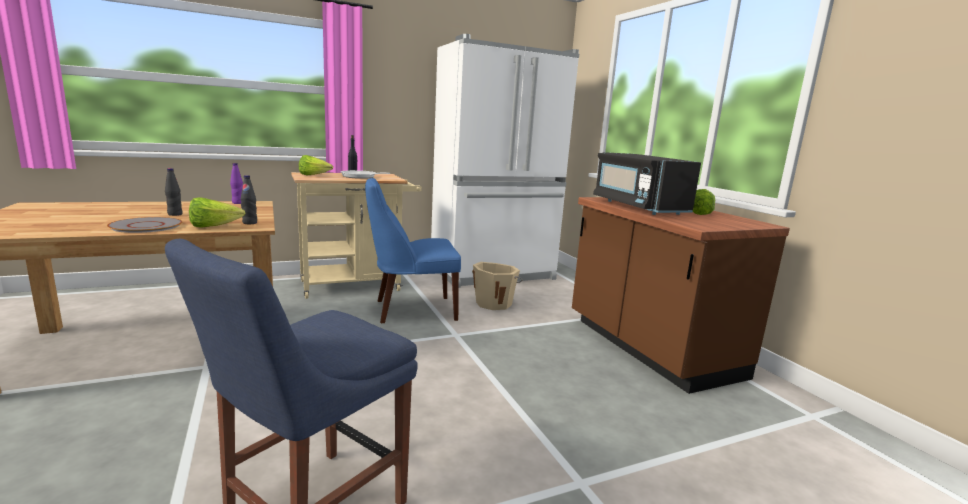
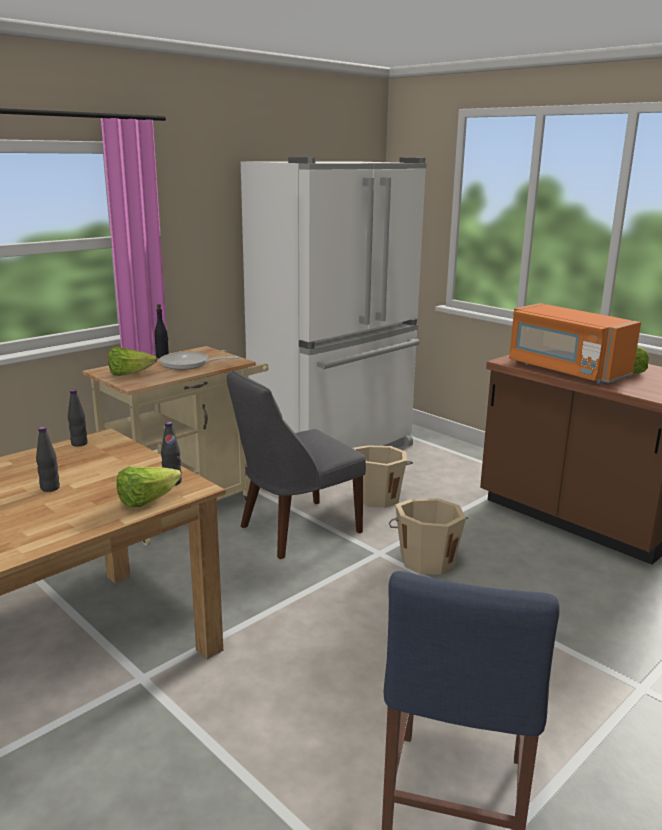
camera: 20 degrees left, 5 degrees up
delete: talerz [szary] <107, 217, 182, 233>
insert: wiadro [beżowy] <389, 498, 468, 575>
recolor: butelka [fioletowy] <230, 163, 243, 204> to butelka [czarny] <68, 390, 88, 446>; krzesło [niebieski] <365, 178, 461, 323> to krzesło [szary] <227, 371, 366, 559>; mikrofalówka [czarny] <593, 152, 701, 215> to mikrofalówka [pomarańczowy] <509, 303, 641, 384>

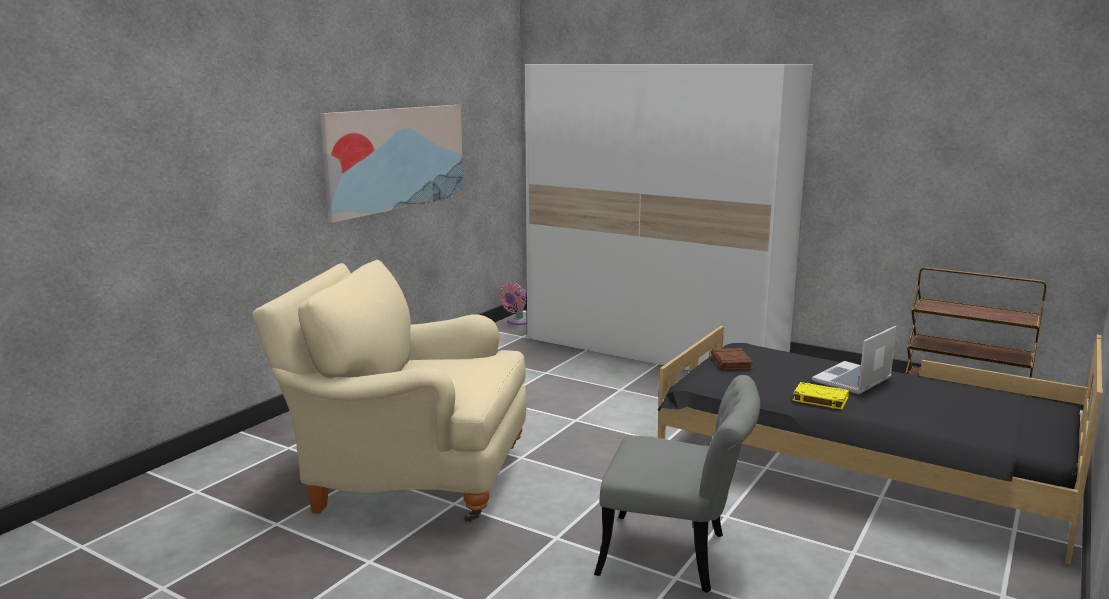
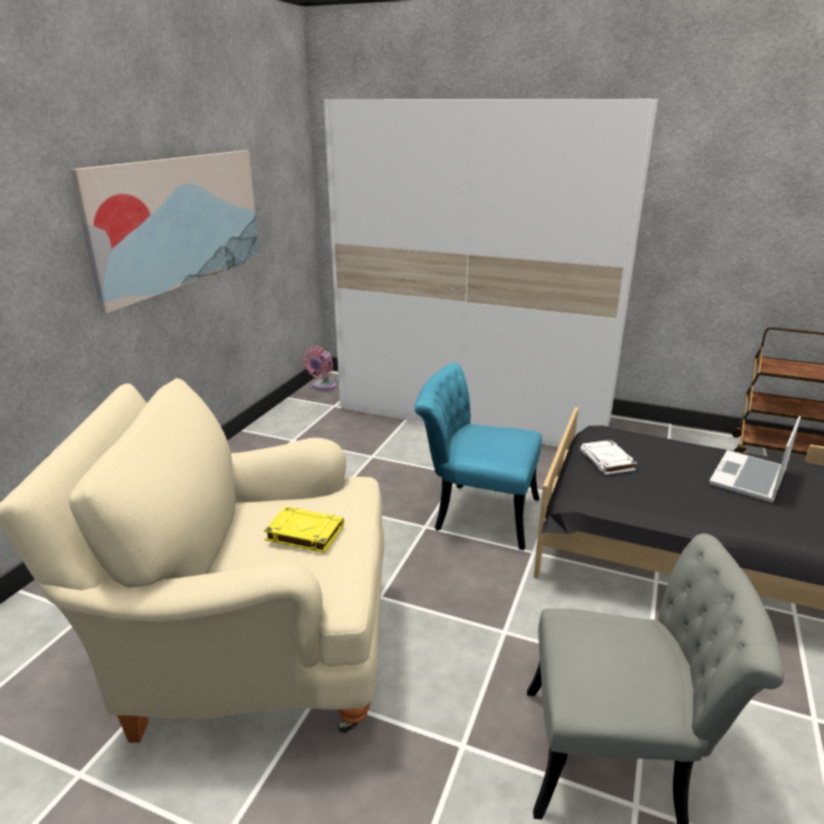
camera: 10 degrees left, 10 degrees up
insert: krzesło [turkusowy] <415, 363, 542, 550>
move: książka [żółty] <792, 382, 849, 409> to <264, 506, 344, 553>
recolor: książka [brązowy] <711, 348, 753, 370> to książka [biały] <580, 440, 637, 475>

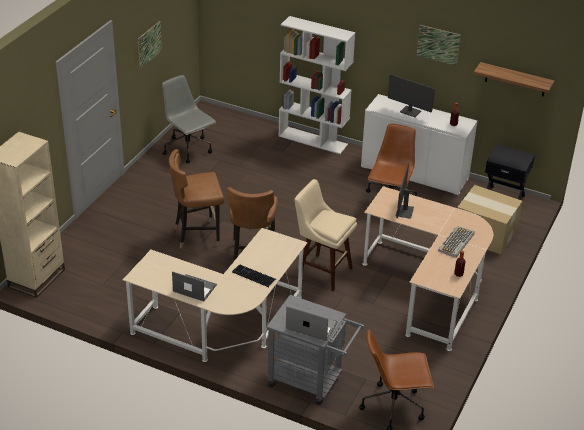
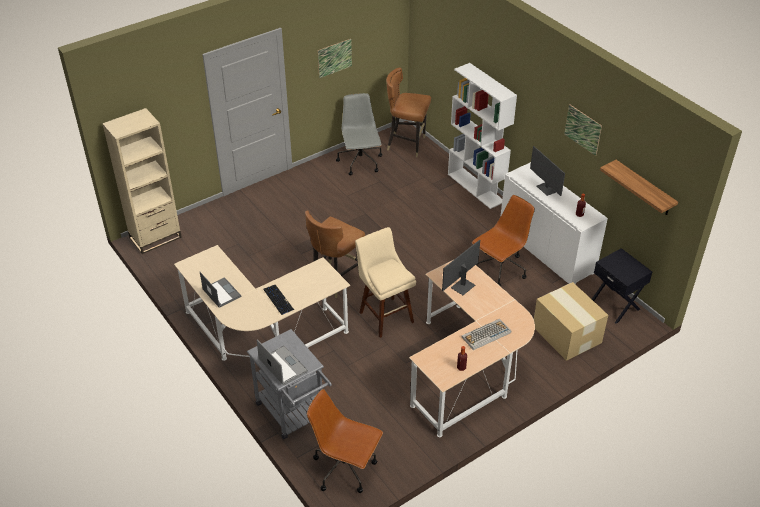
camera: 30 degrees right, 5 degrees up
move: krzesło [brązowy] <169, 149, 224, 248> to <386, 68, 431, 157>

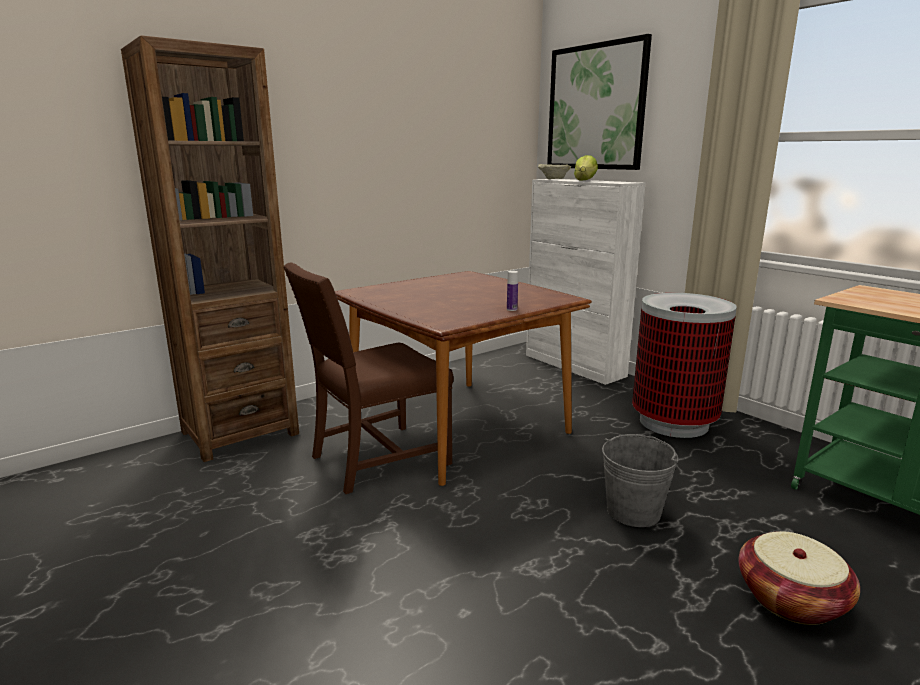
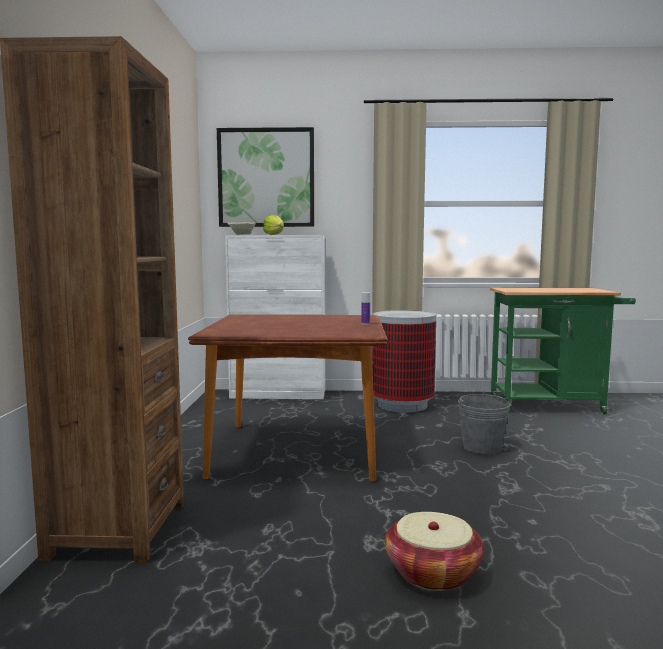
camera: 50 degrees left, 10 degrees down
delete: krzesło [brązowy] <283, 262, 453, 494>
move: koszyk <738, 531, 860, 625> to <385, 512, 484, 591>

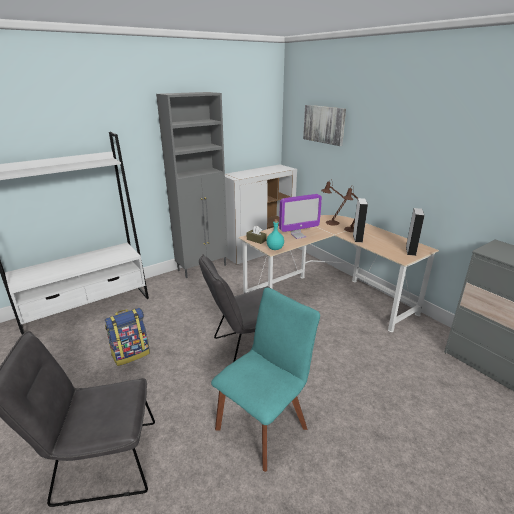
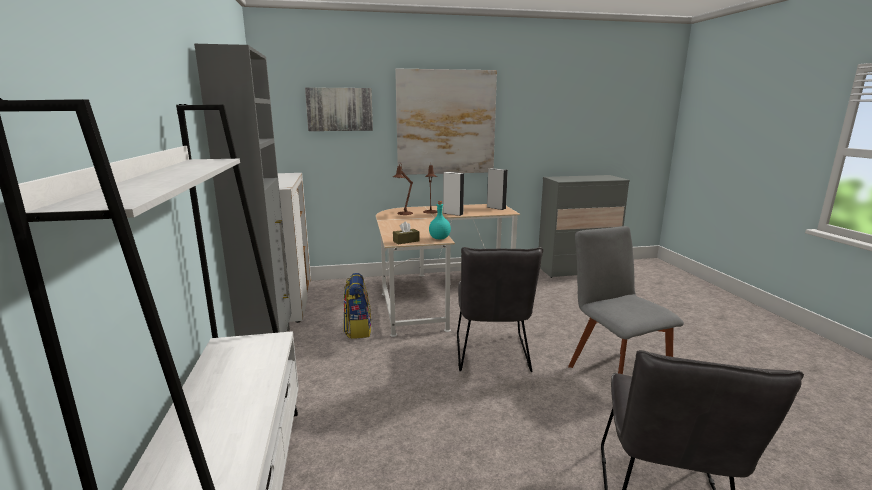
camera: 65 degrees left, 10 degrees down
delete: monitor <279, 194, 322, 239>
insert: obraz <395, 69, 497, 175>
move: plecak <105, 308, 150, 366> to <343, 273, 371, 339>
recolor: krzesło [turkusowy] <211, 288, 320, 472> to krzesło [szary] <568, 226, 684, 374>

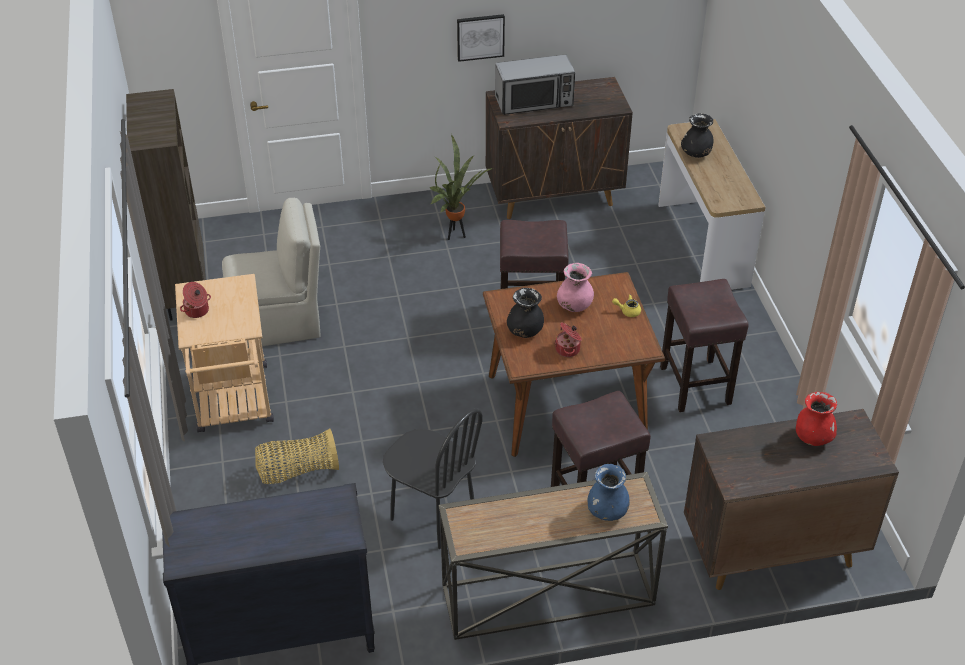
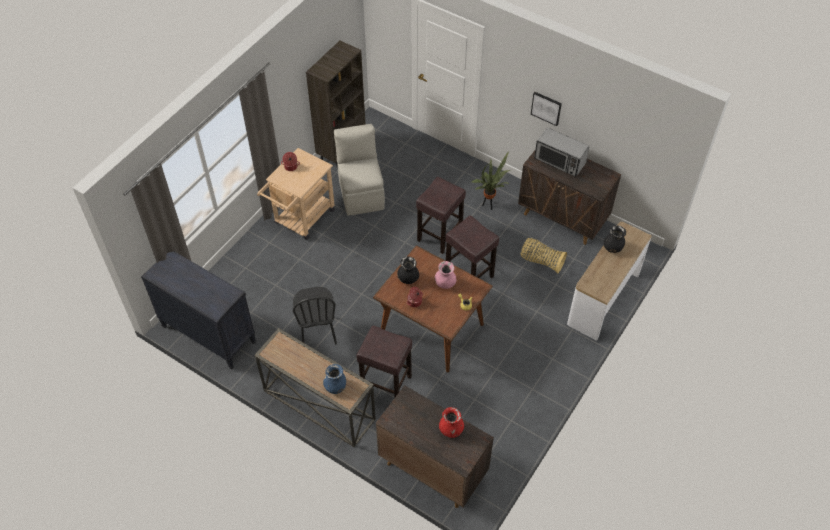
camera: 45 degrees right, 10 degrees up
move: stołek [brązowy] <660, 279, 749, 412> to <416, 177, 466, 254>; koszyk <255, 429, 339, 484> to <520, 238, 567, 273>
rotate: krzesło [beżowy] <222, 198, 321, 348> = <334, 124, 385, 216> 135 degrees counterclockwise

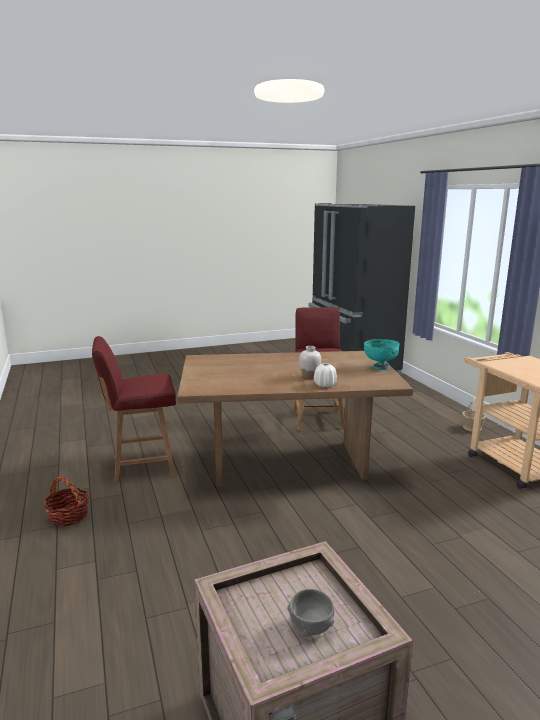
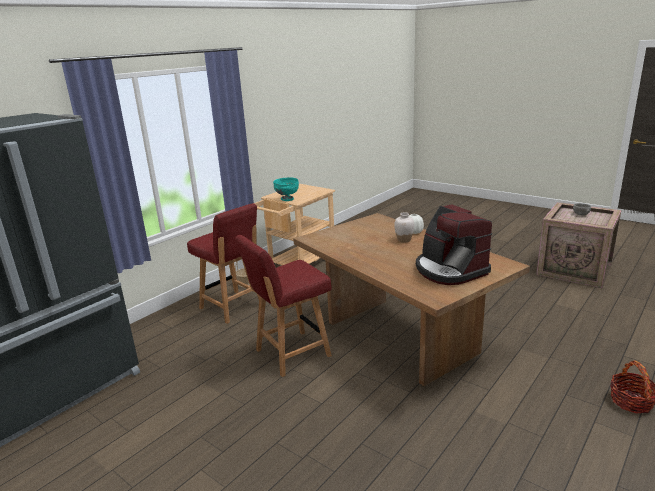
camera: 120 degrees left, 5 degrees up
insert: ekspres do kawy <416, 204, 492, 285>
move: krzesło [czerwony] <92, 336, 176, 483> to <187, 203, 259, 324>; miska [turkusowy] <364, 339, 400, 370> to <273, 177, 299, 201>

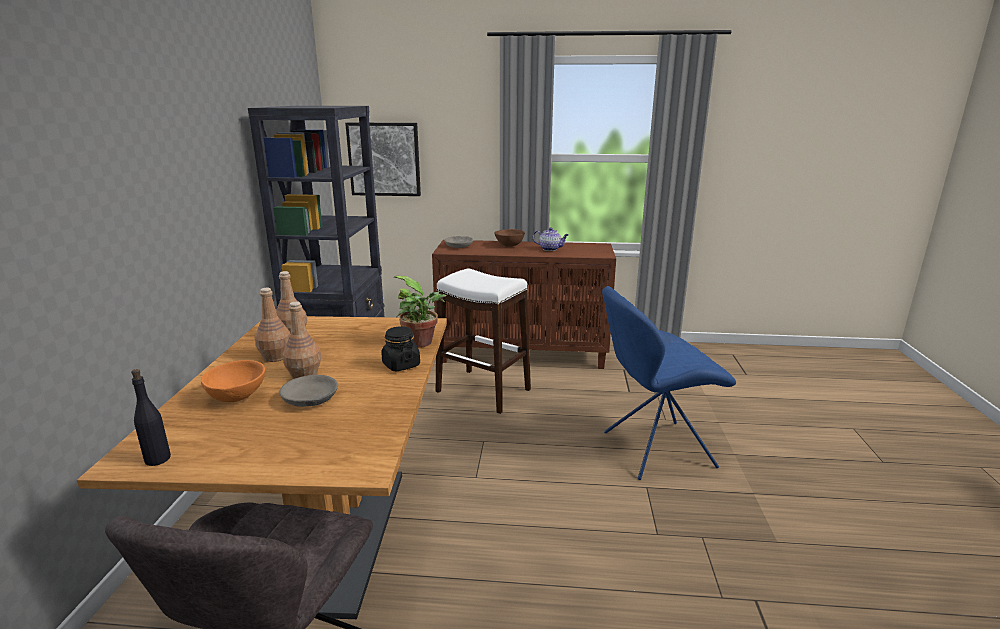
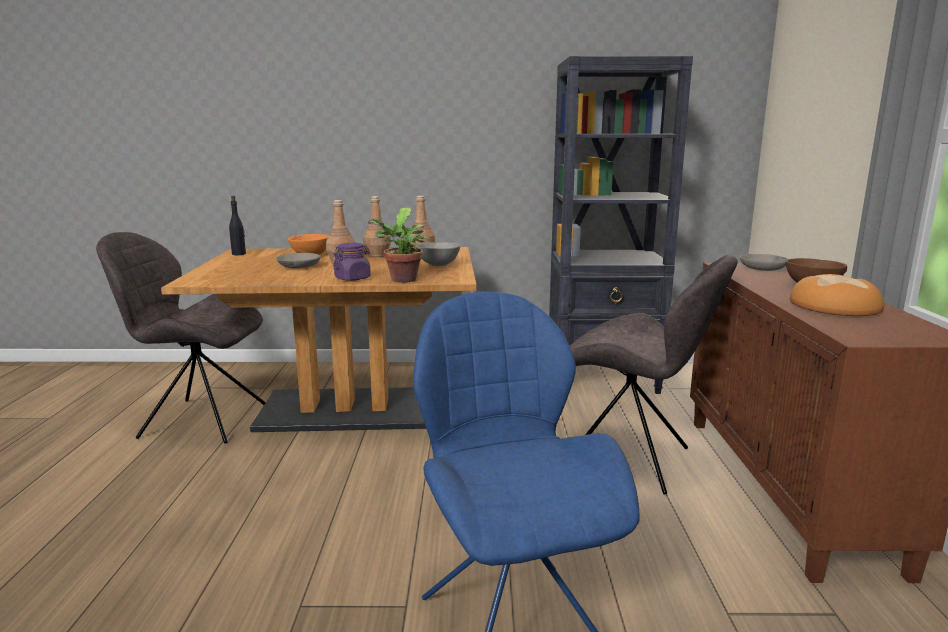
camera: 85 degrees right, 5 degrees down
delete: obraz <345, 123, 421, 196>
insert: miska [szary] <416, 242, 460, 266>
replace: stołek [biały] <436, 269, 531, 414> to krzesło [szary] <570, 255, 738, 495>; imbryk <532, 227, 569, 251> to chleb <790, 274, 884, 316>
recolor: słoik [czarny] <381, 326, 420, 371> to słoik [fioletowy] <333, 243, 371, 281>

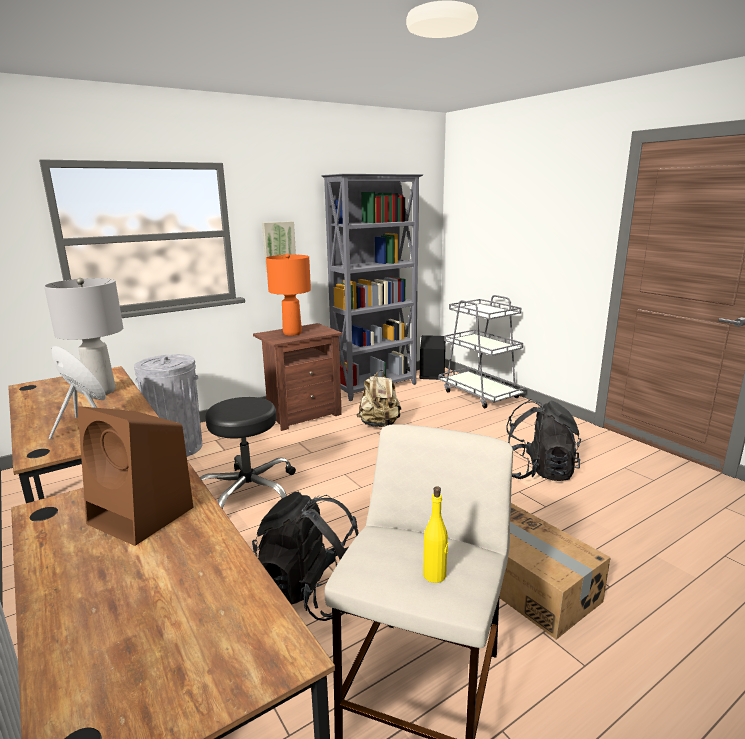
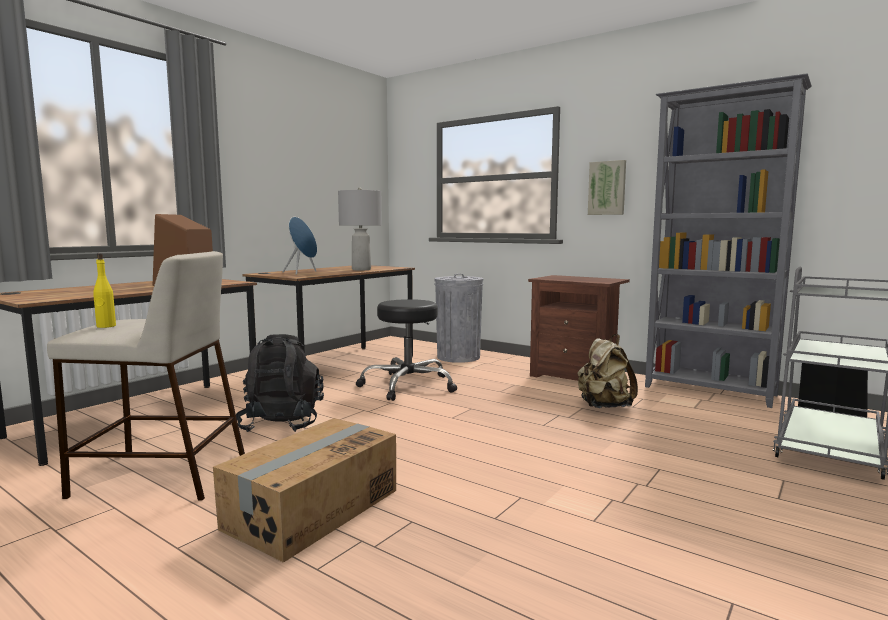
camera: 70 degrees right, 10 degrees down
delete: lampa stołowa [pomarańczowy] <266, 254, 311, 336>; plecak [czarny] <506, 399, 581, 481>

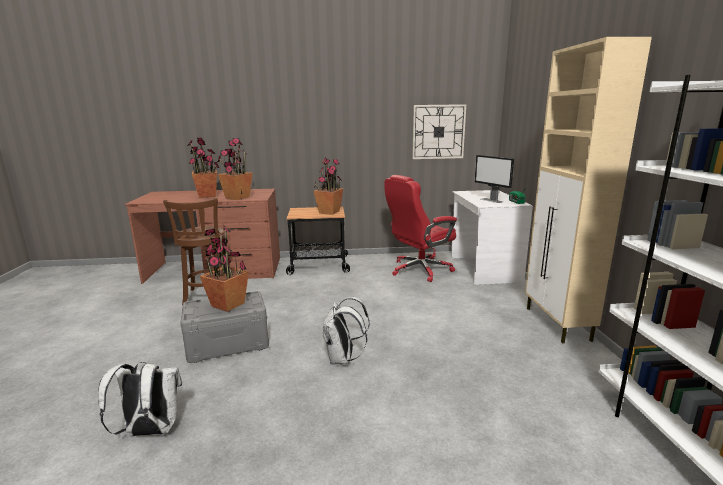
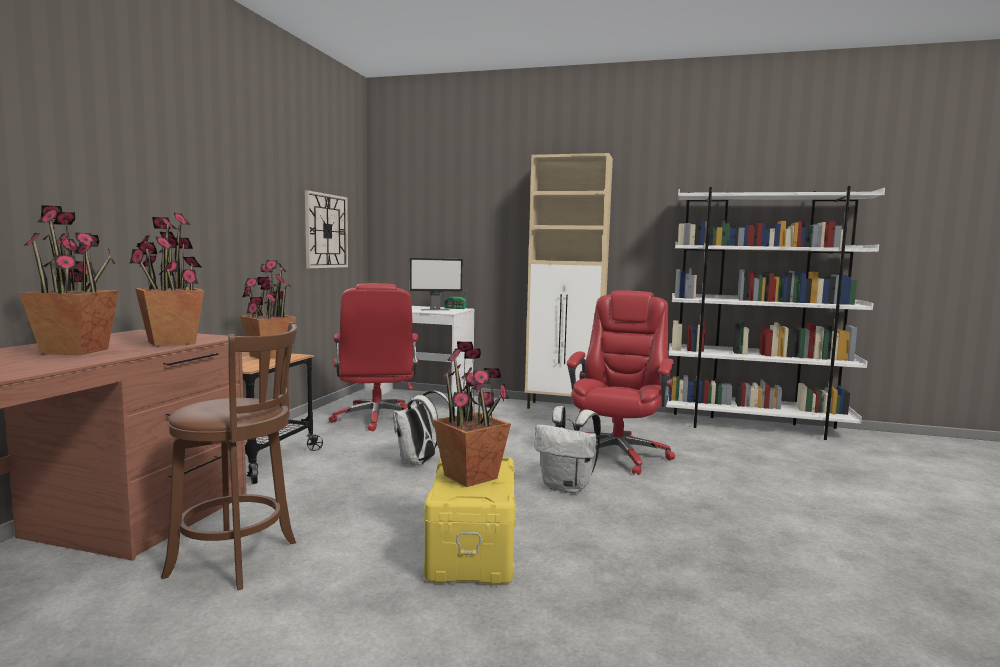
camera: 70 degrees left, 10 degrees down
insert: krzesło biurowe [czerwony] <567, 290, 675, 475>
move: plecak [biały] <98, 362, 182, 436> to <393, 391, 450, 465>
recolor: pojemnik do przechowywania [szary] <180, 291, 269, 363> to pojemnik do przechowywania [żółty] <424, 457, 516, 585>

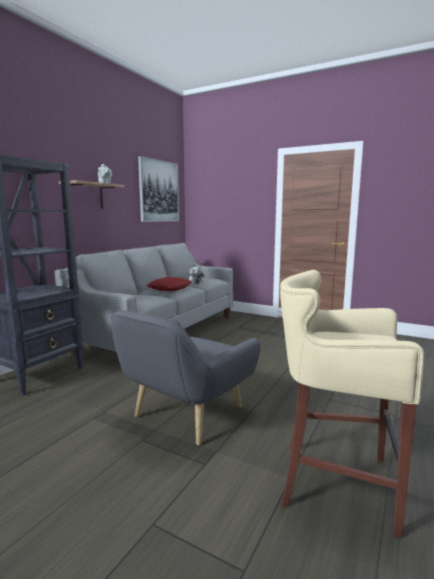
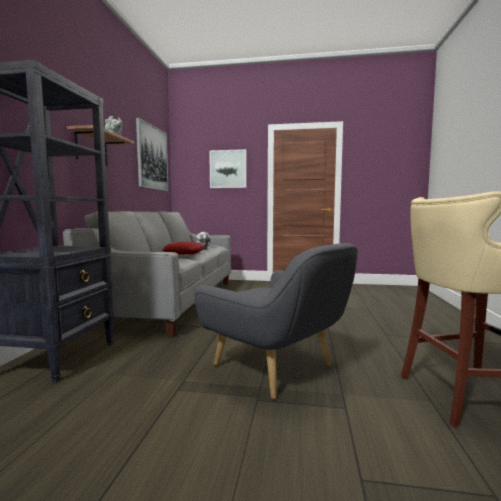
camera: 20 degrees left, 5 degrees down
insert: obraz <209, 149, 246, 188>
rotate: fotel [szary] <111, 310, 260, 446> = <194, 243, 358, 399> 60 degrees counterclockwise

